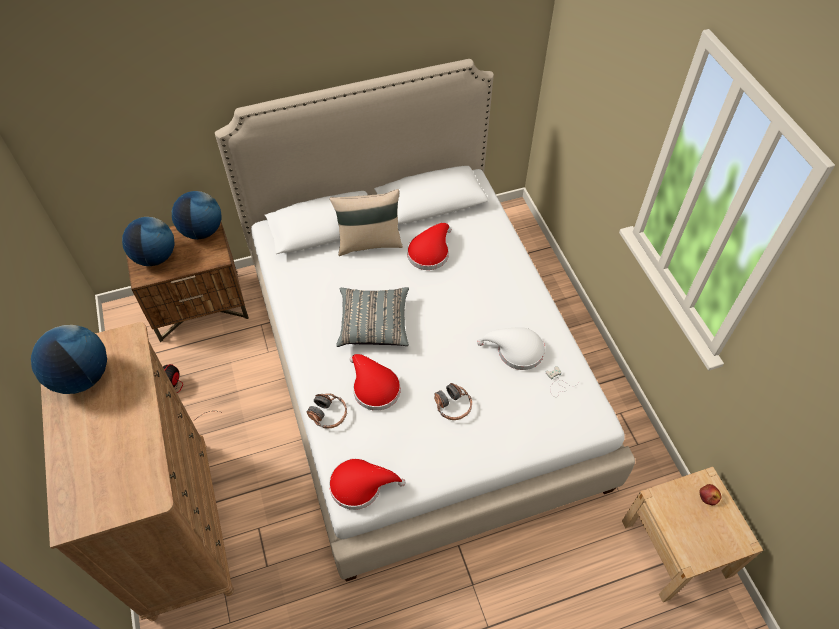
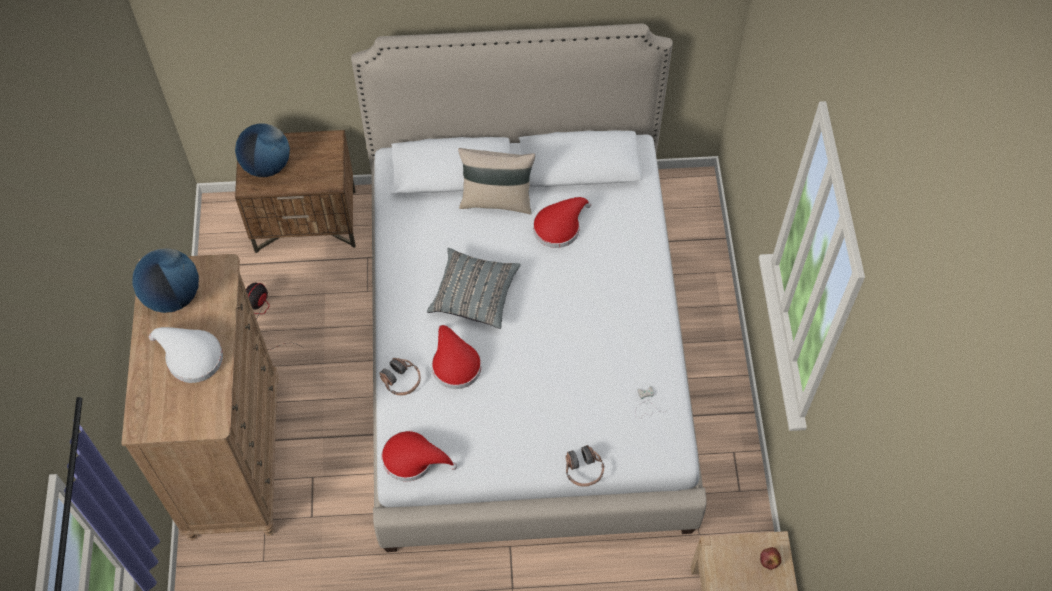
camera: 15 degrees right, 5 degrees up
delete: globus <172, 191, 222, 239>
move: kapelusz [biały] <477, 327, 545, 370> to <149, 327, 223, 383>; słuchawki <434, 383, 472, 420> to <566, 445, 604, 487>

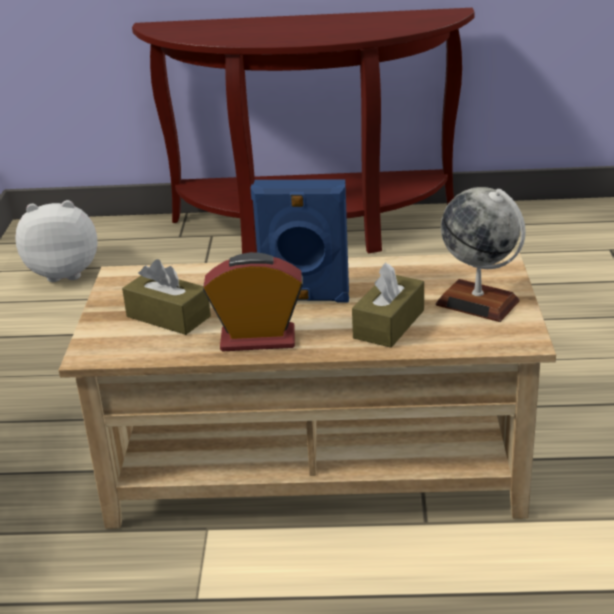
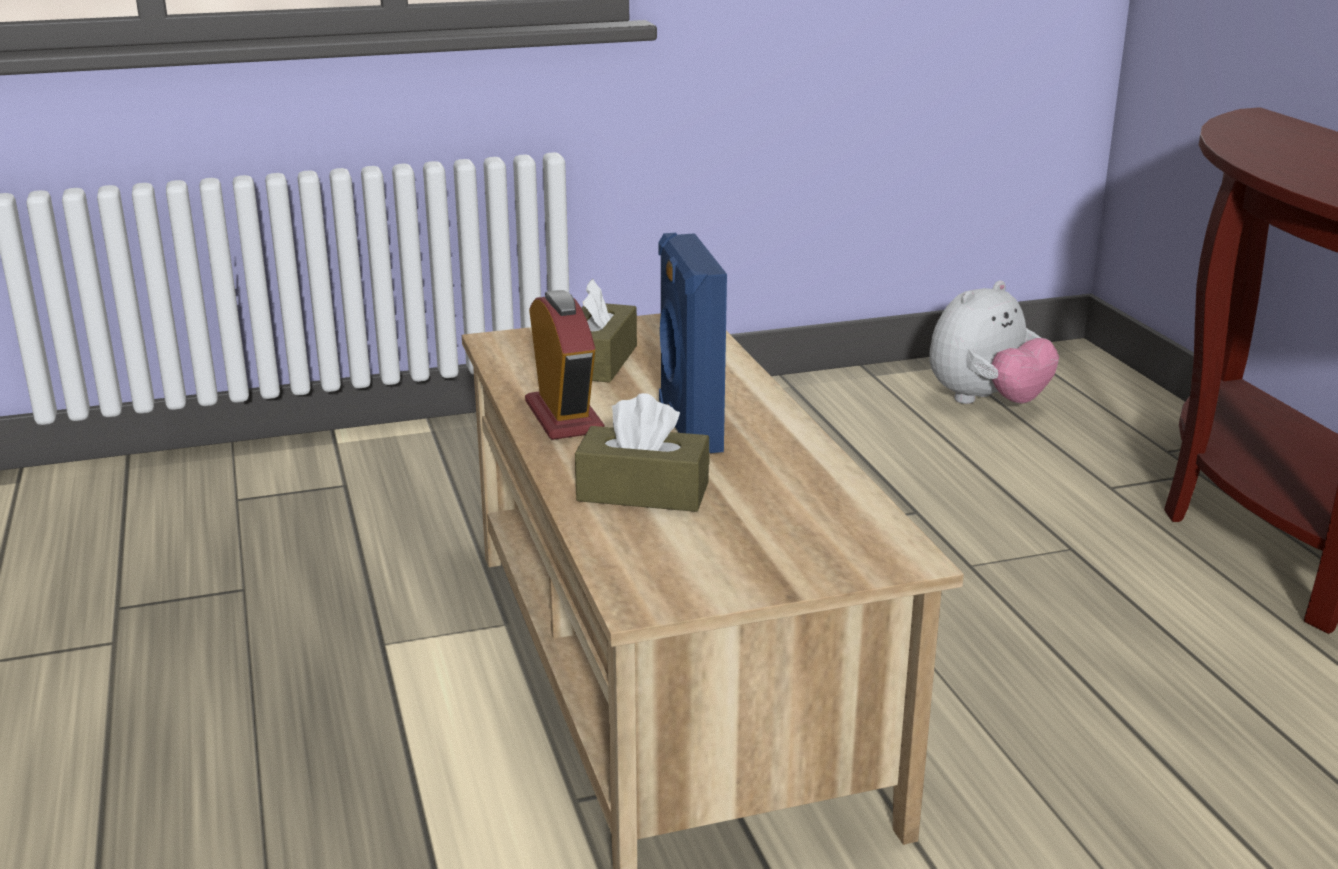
camera: 70 degrees right, 5 degrees down
delete: globus <436, 187, 526, 322>
rotate: pluszak <15, 200, 98, 282> = <929, 280, 1059, 404> 75 degrees clockwise

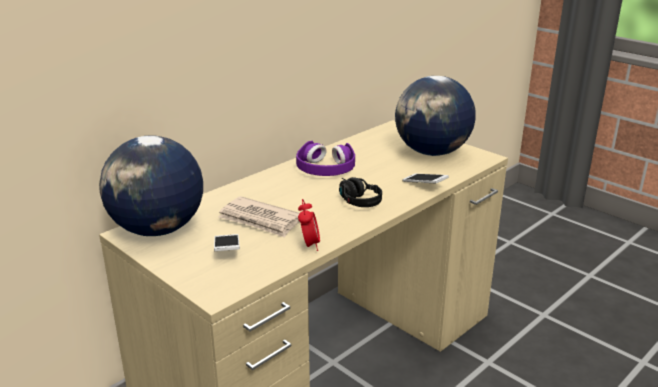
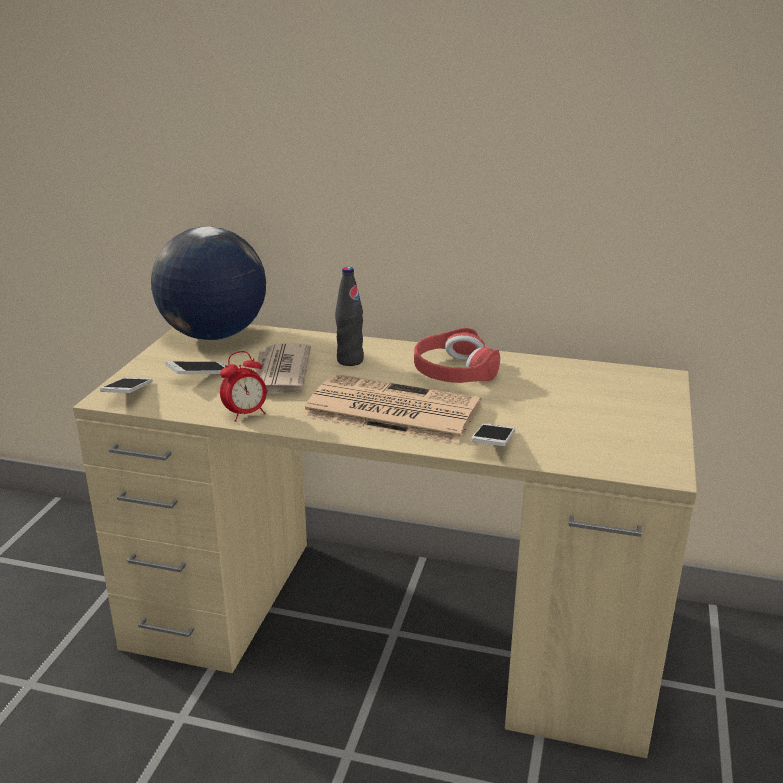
camera: 60 degrees right, 0 degrees up
delete: globus <395, 76, 476, 156>
insert: telefon <100, 378, 152, 393>; butelka [czarny] <335, 267, 364, 366>
replace: słuchawki [czarny] <339, 177, 382, 207> to gazeta <302, 374, 482, 444>
recolor: słuchawki [fioletowy] <296, 141, 355, 176> to słuchawki [czerwony] <414, 328, 500, 383>

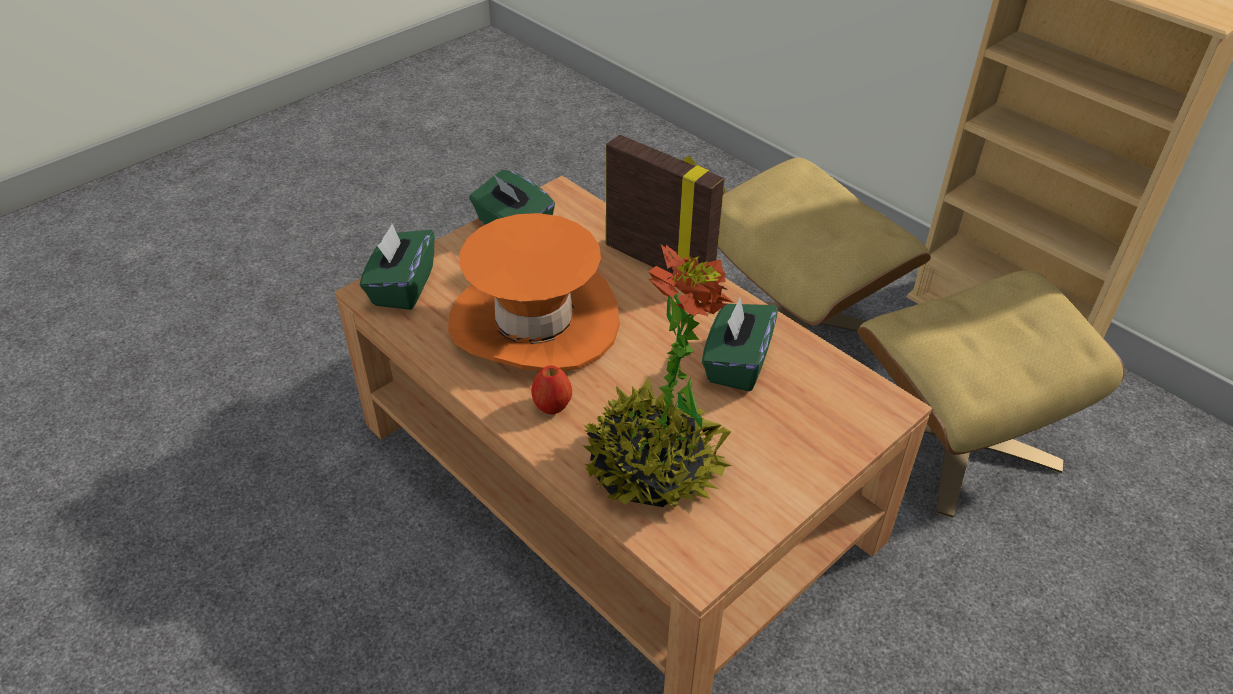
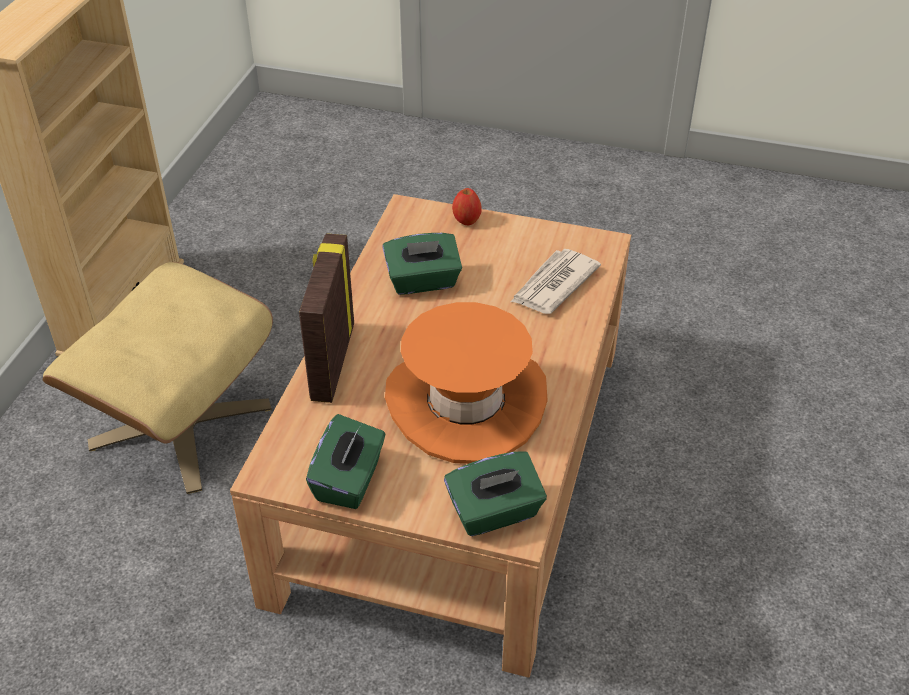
camera: 120 degrees left, 0 degrees up
delete: pufa [beżowy] <857, 271, 1125, 518>
move: jabłko <531, 365, 572, 414> to <452, 188, 482, 225>
replace: roślina doniczkowa <583, 245, 734, 509> to gazeta <511, 249, 601, 314>

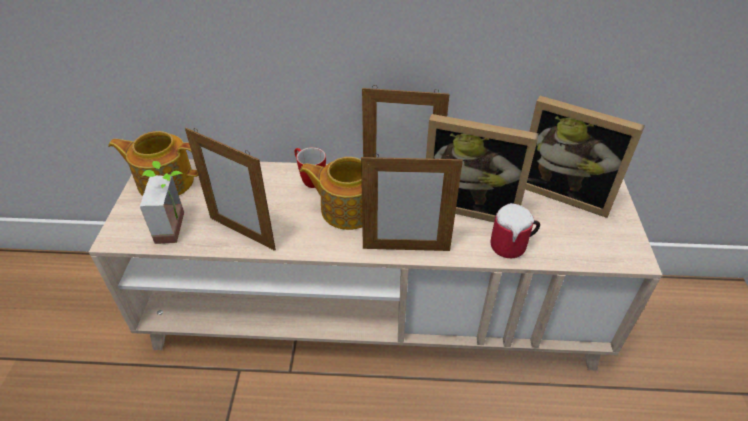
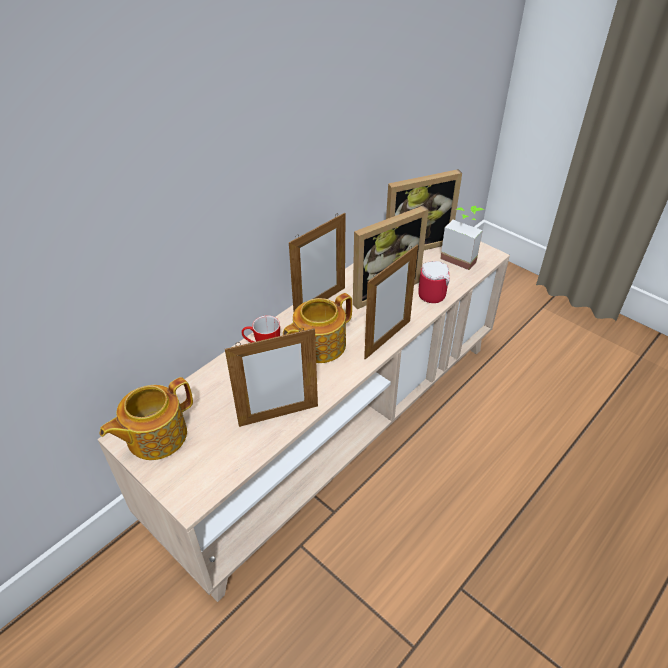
camera: 50 degrees left, 0 degrees up
move: roślina doniczkowa <140, 161, 184, 244> to <440, 206, 484, 270>

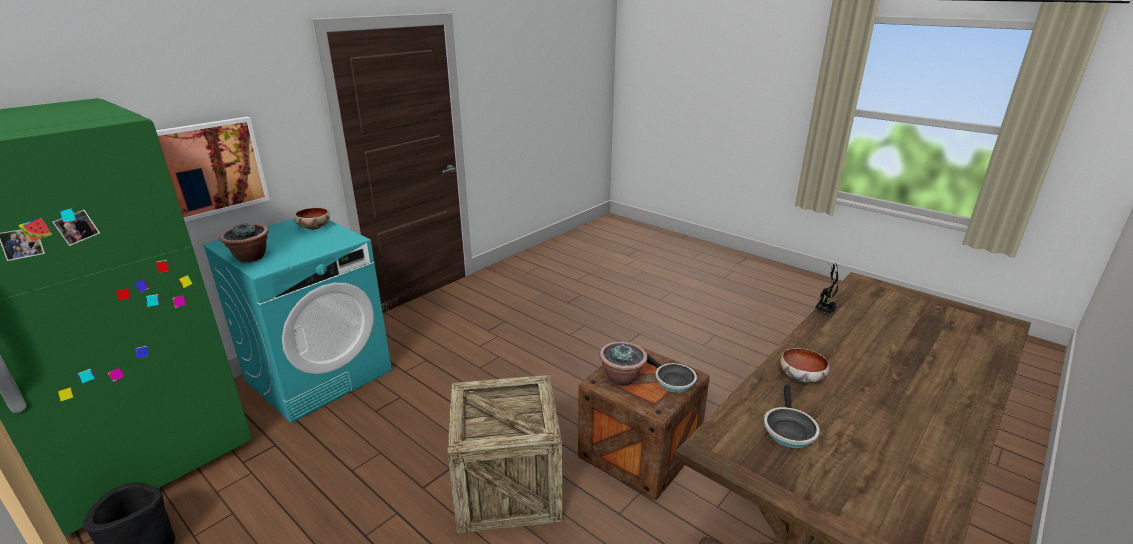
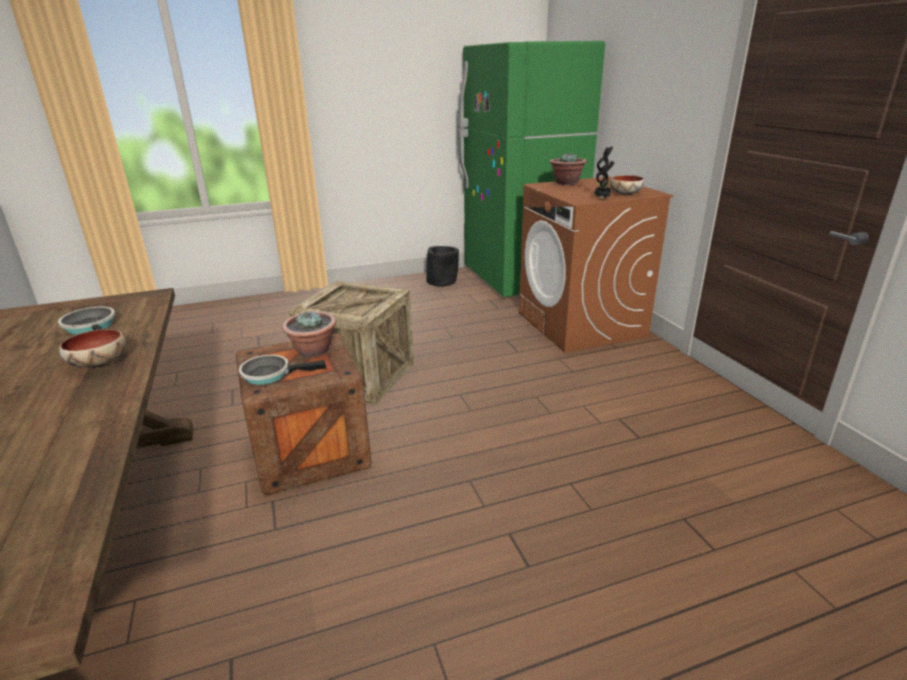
camera: 120 degrees right, 0 degrees up
delete: obraz <156, 117, 270, 222>
move: roślina doniczkowa <815, 264, 838, 313> to <594, 146, 615, 199>
recolor: pralka [turkusowy] <202, 219, 392, 423> to pralka [brązowy] <519, 176, 674, 353>

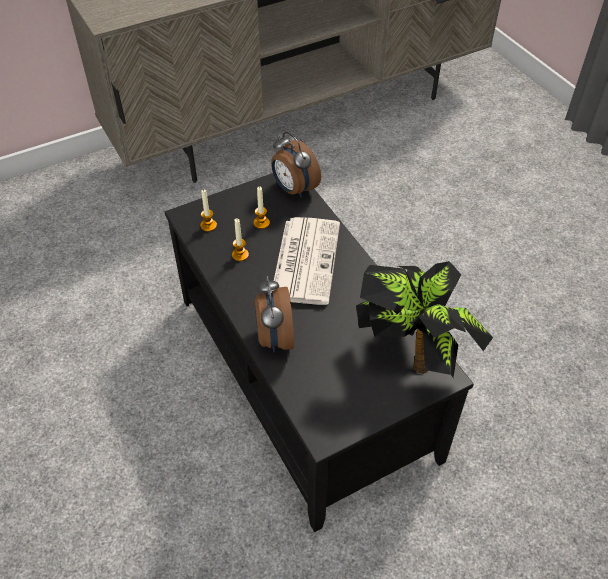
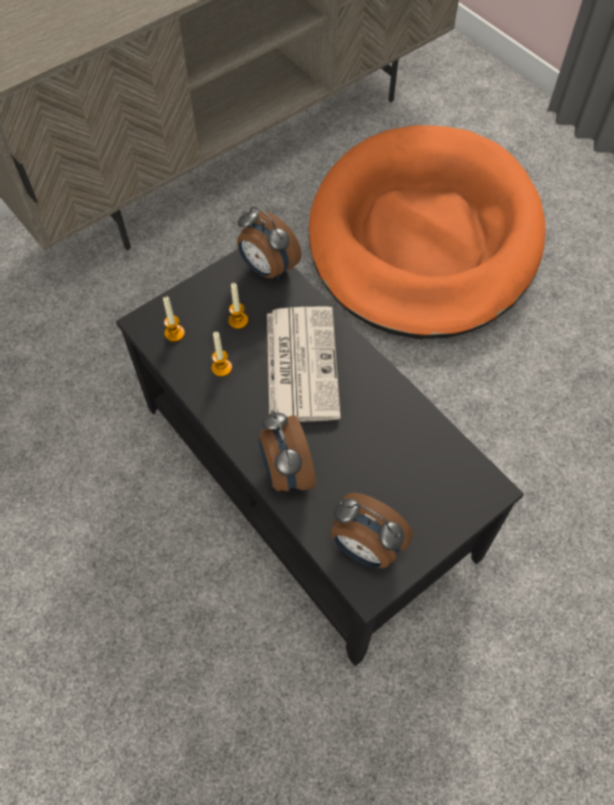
camera: 10 degrees left, 10 degrees up
delete: roślina doniczkowa <356, 261, 493, 377>
insert: legowisko [pomarańczowy] <309, 125, 546, 339>; budzik <331, 493, 413, 568>

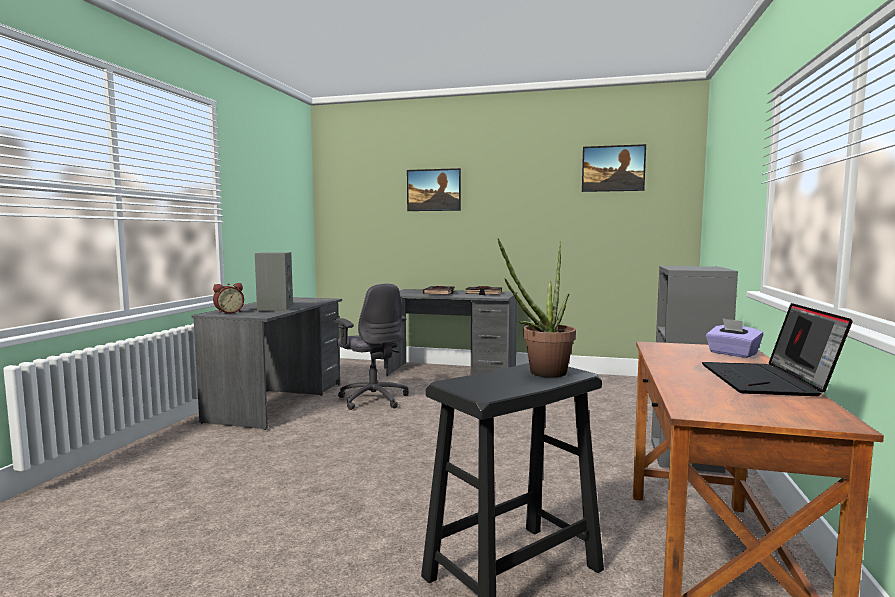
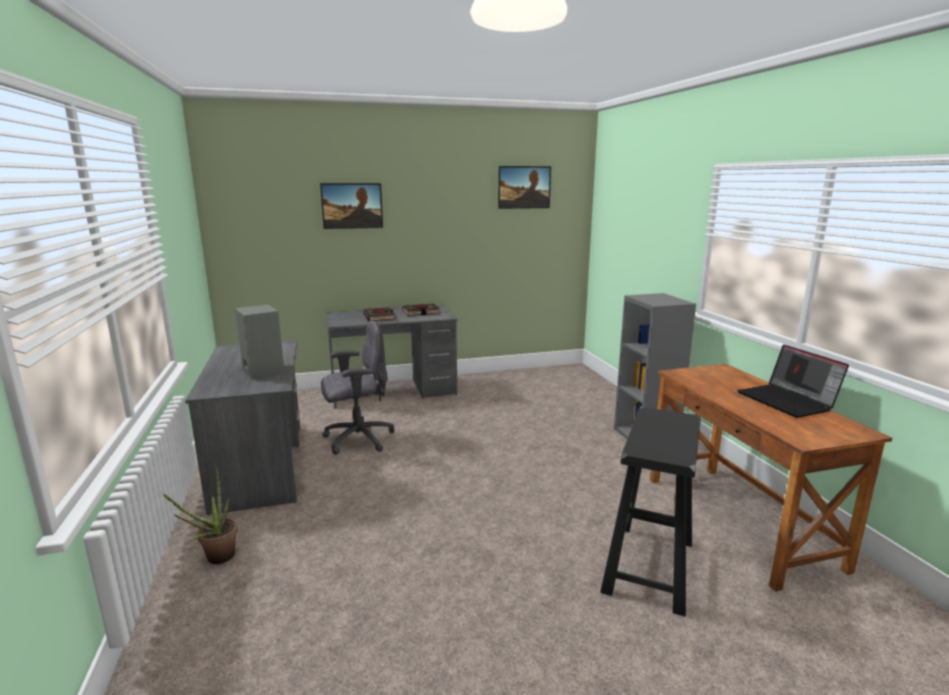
camera: 30 degrees left, 10 degrees up
delete: budzik <213, 283, 244, 314>; pudełko chusteczek [fioletowy] <706, 318, 763, 358>
move: roślina doniczkowa <497, 238, 576, 378> to <163, 467, 238, 564>
rotate: krzesło biurowe [szary] <334, 283, 409, 410> = <321, 321, 395, 455> 45 degrees counterclockwise

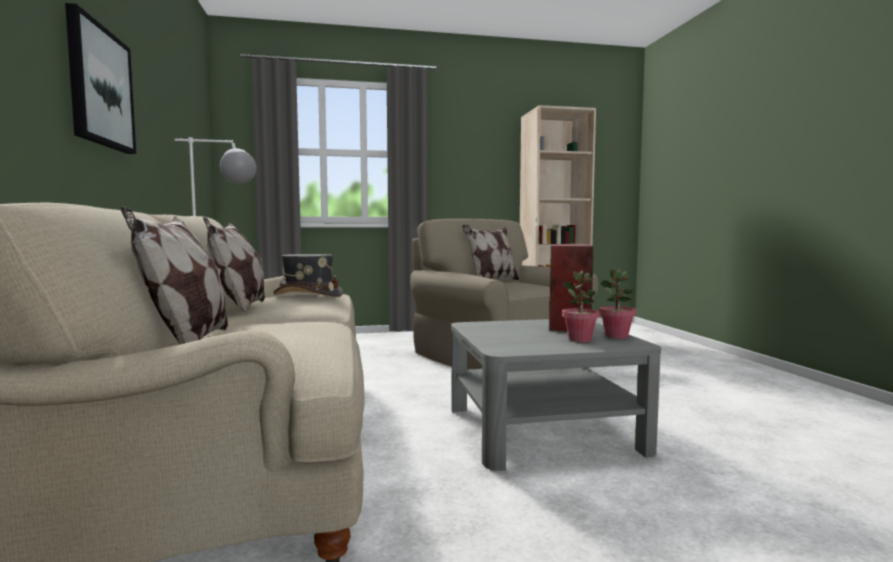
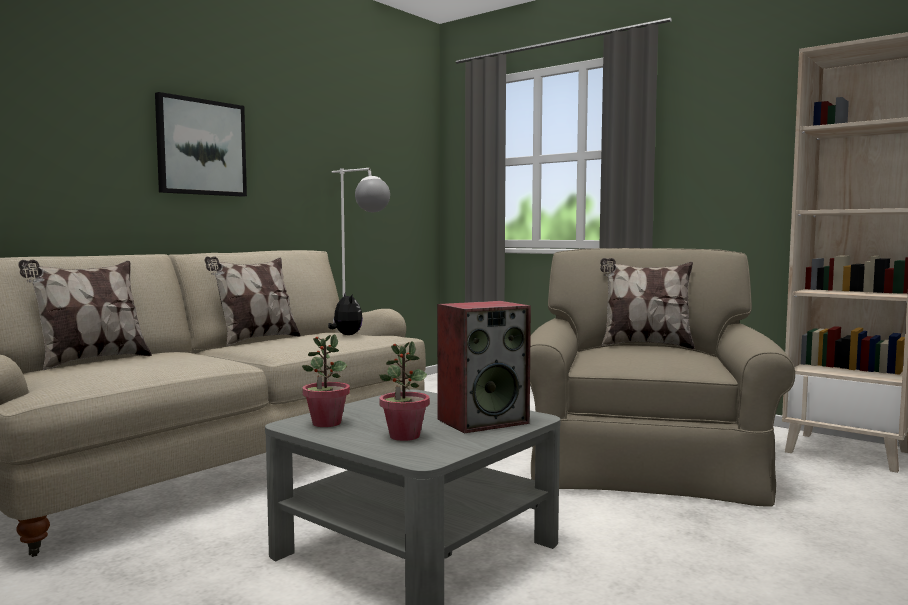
camera: 50 degrees right, 0 degrees up
move: roślina doniczkowa <599, 269, 636, 339> to <302, 334, 350, 427>
replace: kapelusz [szary] <274, 254, 343, 297> to pluszak <328, 293, 363, 335>

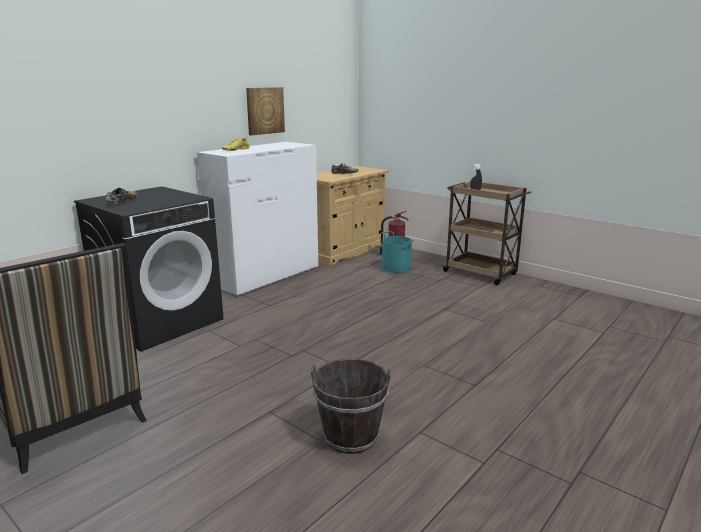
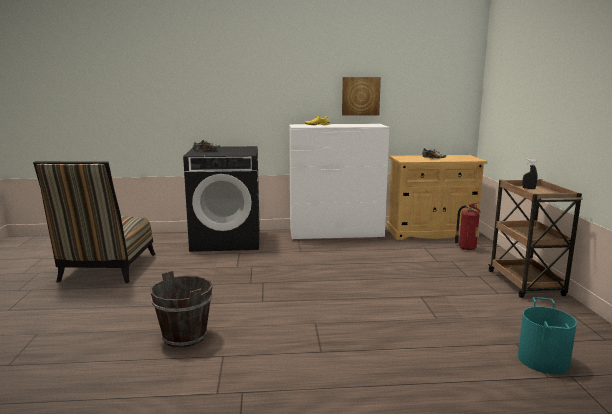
camera: 45 degrees right, 5 degrees down
move: wiadro [turkusowy] <381, 231, 414, 273> to <518, 297, 577, 374>

